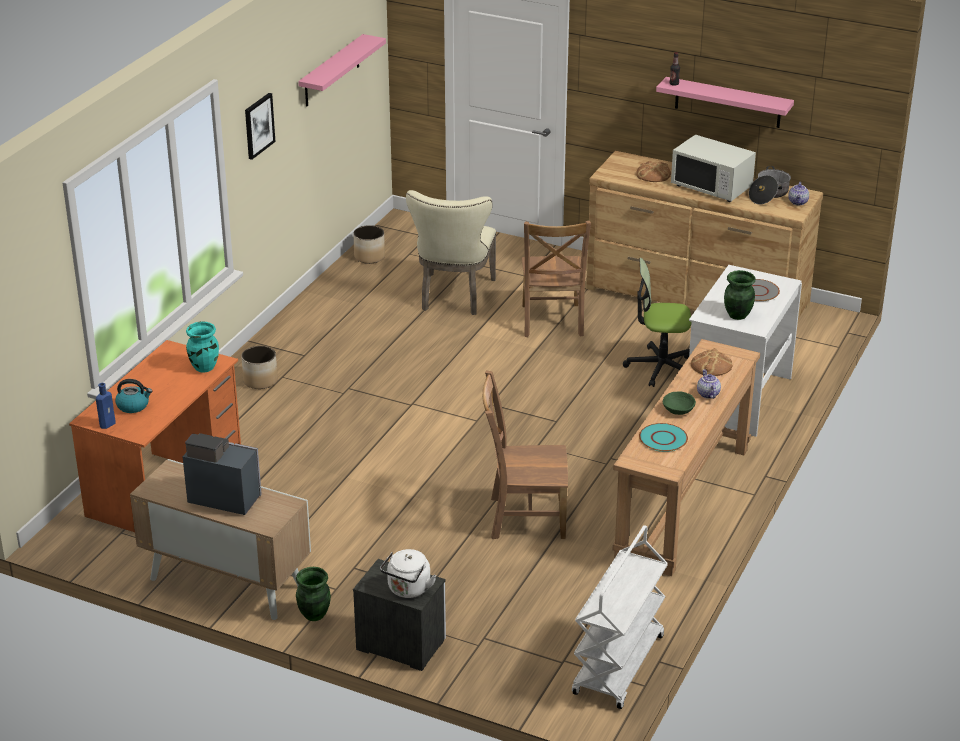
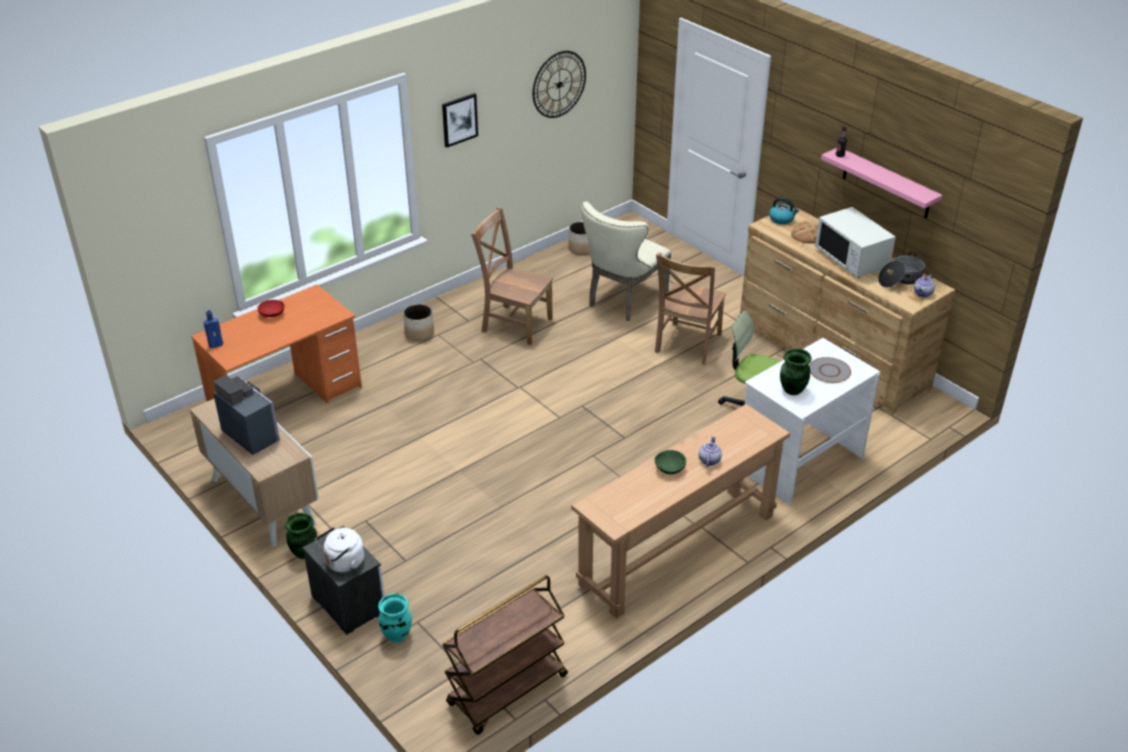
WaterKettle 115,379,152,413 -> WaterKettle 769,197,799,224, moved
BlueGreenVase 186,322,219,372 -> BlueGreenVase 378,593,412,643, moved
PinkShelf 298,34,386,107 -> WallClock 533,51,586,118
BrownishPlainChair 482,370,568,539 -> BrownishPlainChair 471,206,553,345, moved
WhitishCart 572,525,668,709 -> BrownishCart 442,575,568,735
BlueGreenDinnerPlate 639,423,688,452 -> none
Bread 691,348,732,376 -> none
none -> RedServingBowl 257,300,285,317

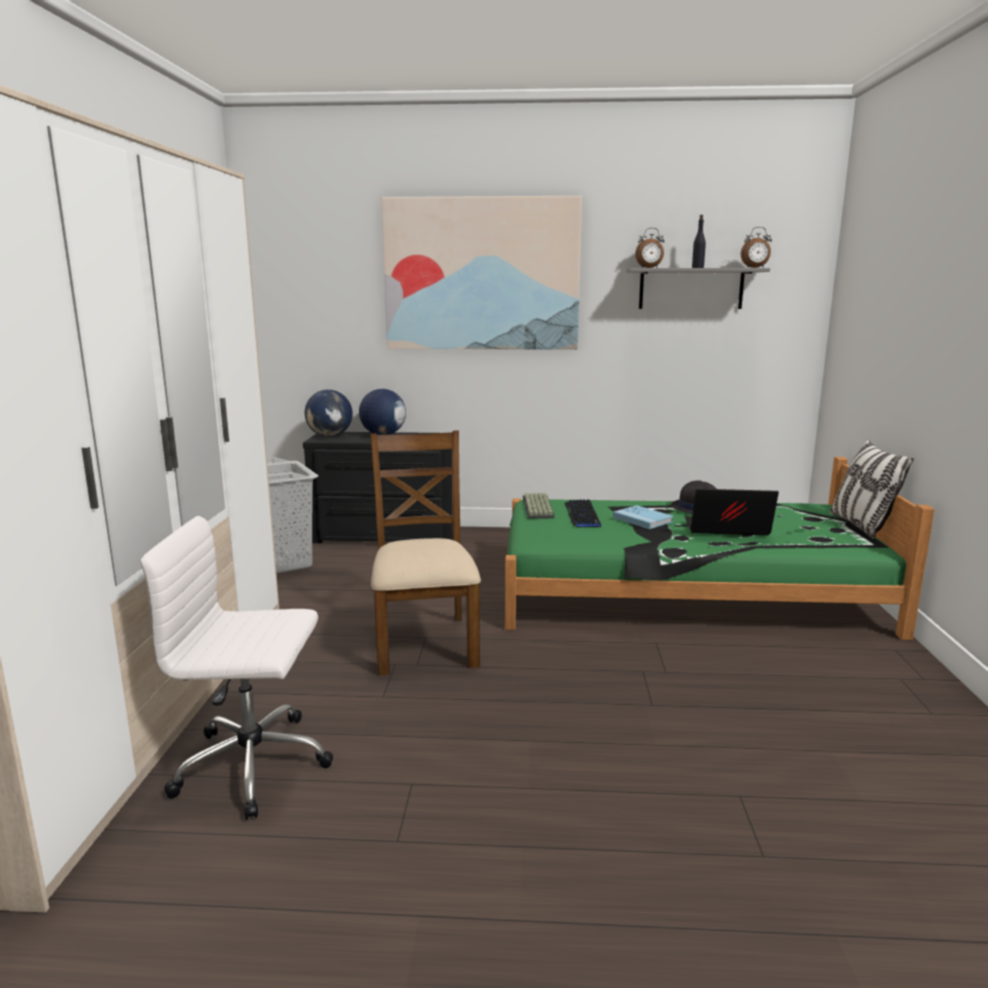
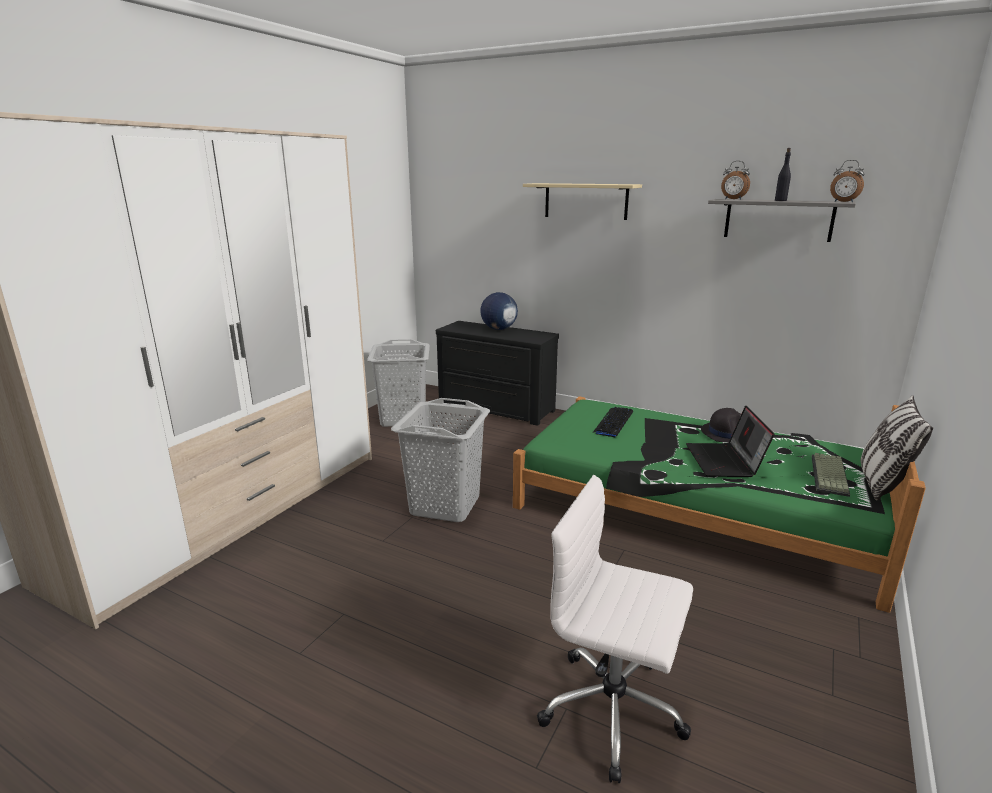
WhitishOfficeChair 141,516,333,820 -> WhitishOfficeChair 537,475,693,783, moved
DeskGlobe 305,390,353,437 -> none
BrownishPlainChair 370,430,481,676 -> GreyishLaundryBasket 391,398,490,522
WallPicture 381,196,582,350 -> BeigeShelf 523,183,642,220
Keyboard 523,493,555,519 -> Keyboard 812,453,850,497, moved
BluishVolume 613,505,674,529 -> none
Laptop 685,489,779,536 -> Laptop 686,405,775,477, 120 degrees counterclockwise

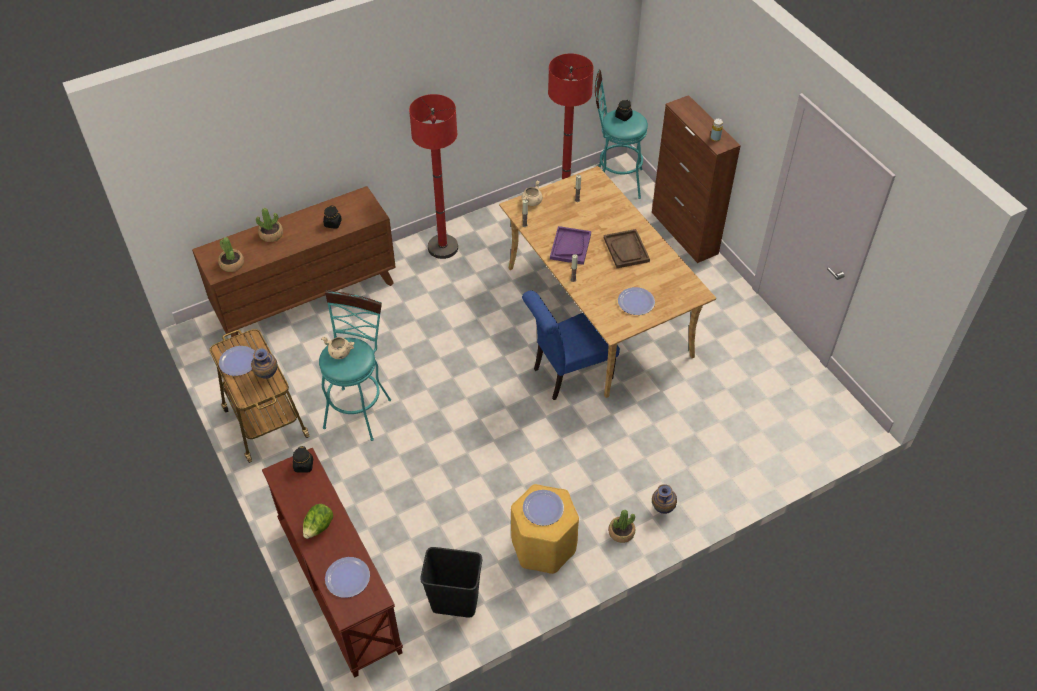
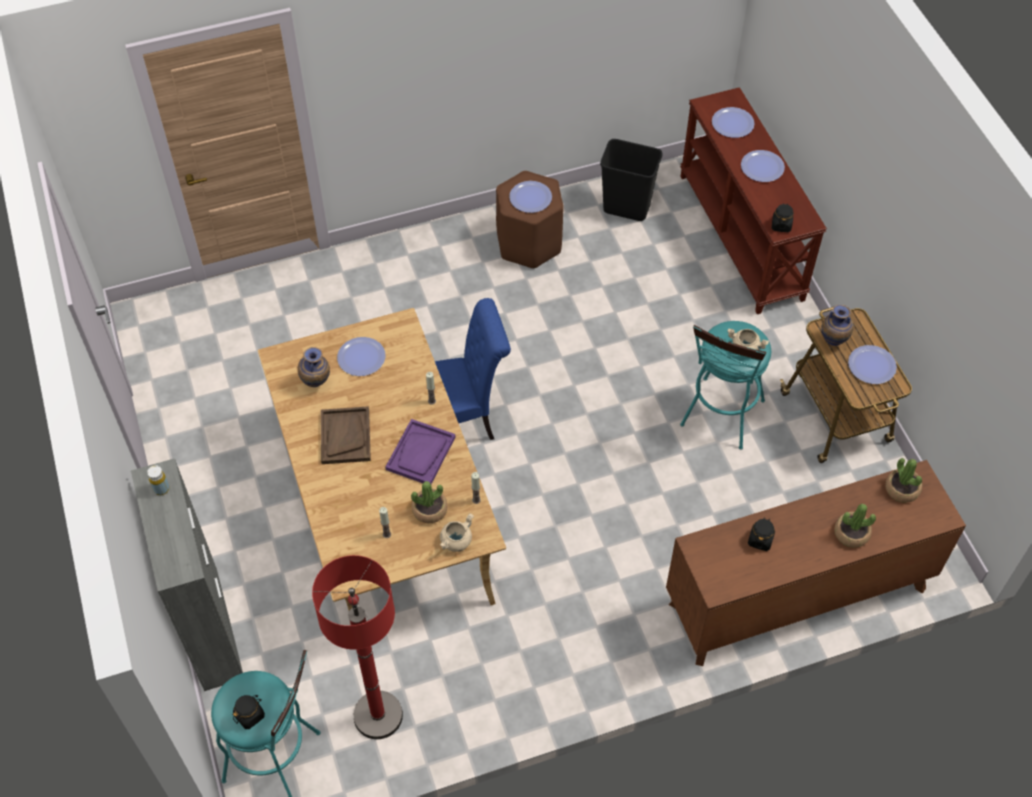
HeadOfLettuce 303,504,333,539 -> DinnerPlate 741,150,785,182
RedStandingLamp 409,94,458,259 -> none
YellowStool 511,484,579,574 -> BrownishStool 496,171,564,269
PottedPlant 608,510,635,543 -> PottedPlant 411,481,448,523, moved
BrownishStorageCabinet 652,95,741,263 -> GreyishStorageCabinet 131,458,243,691
Vase 652,484,677,514 -> Vase 298,347,330,387, moved

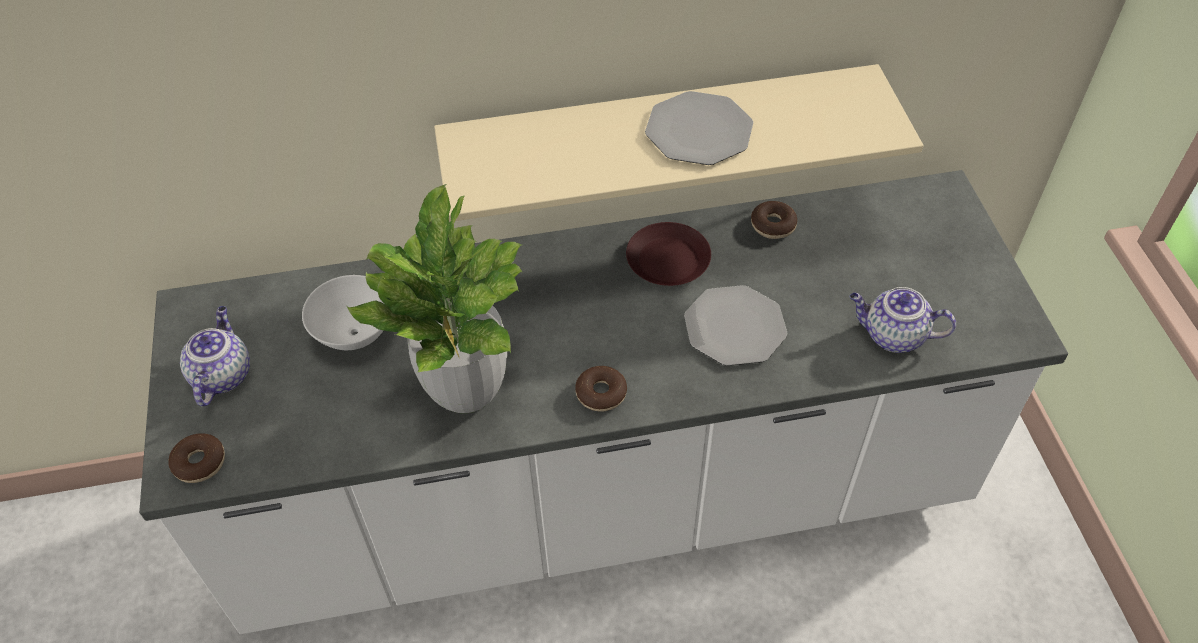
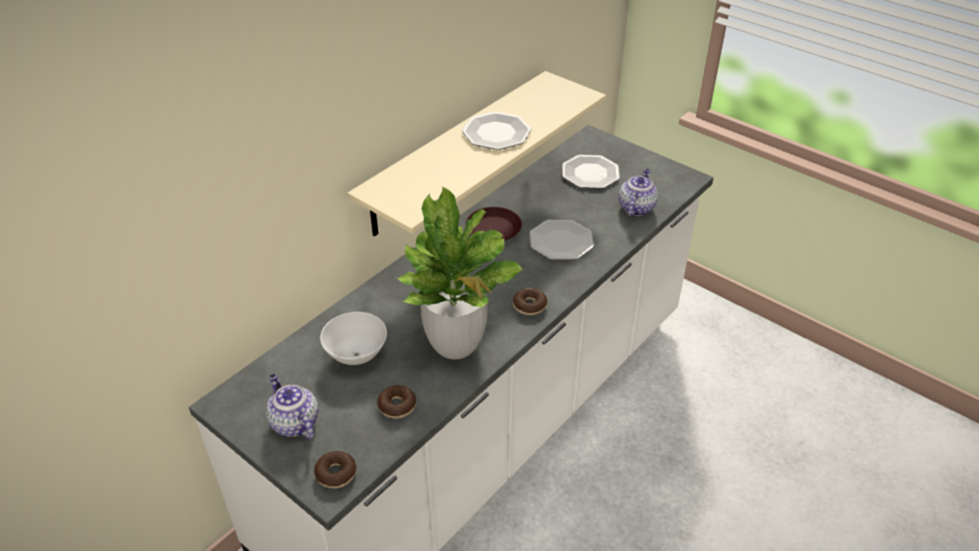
RingDoughnut 751,201,797,239 -> RingDoughnut 377,385,416,419, moved
TeaPot 850,287,956,353 -> TeaPot 619,169,658,216, 135 degrees clockwise
none -> DinnerPlate 562,155,620,189

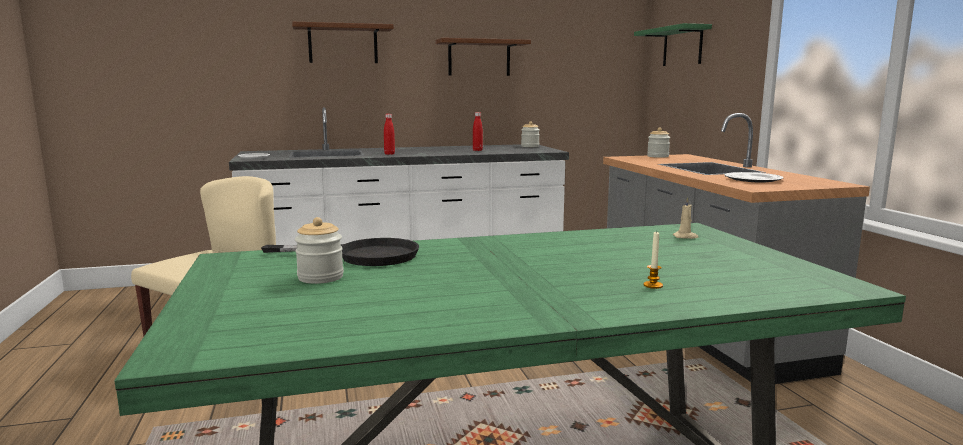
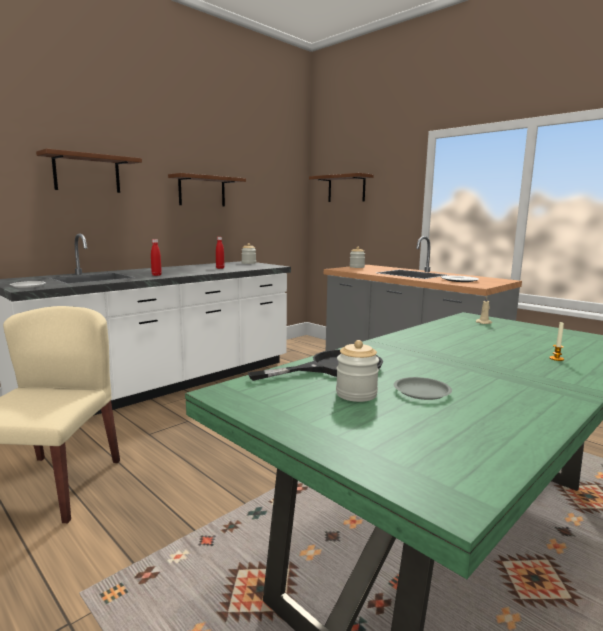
GreenishShelf 634,23,712,66 -> BrownishShelf 309,173,373,202
none -> GreyishDinnerPlate 394,377,452,400

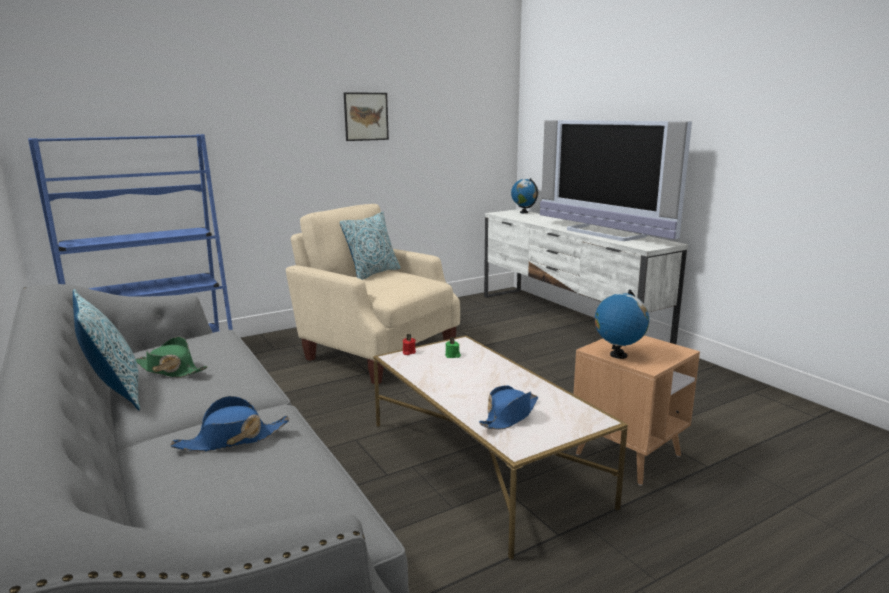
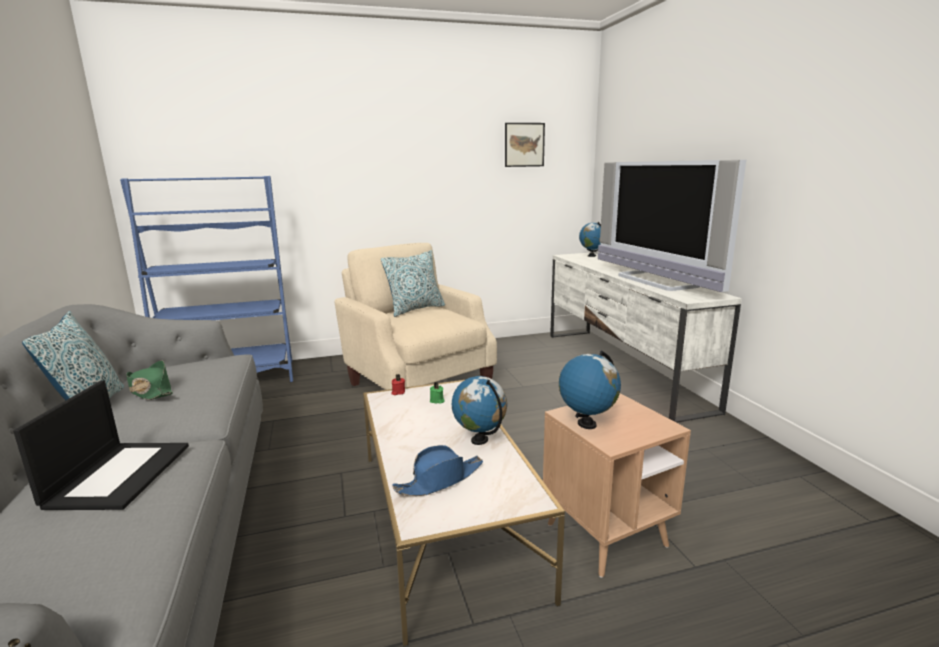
BluishHat 171,396,290,452 -> Laptop 13,380,189,510
WallPicture 344,92,389,141 -> WallPicture 505,123,545,167, moved
none -> DeskGlobe 452,376,507,445

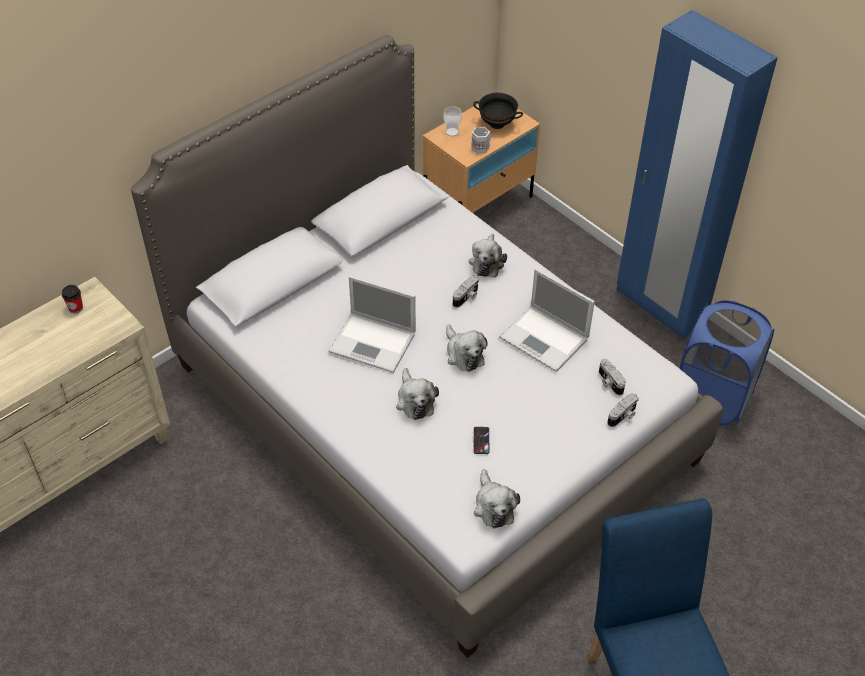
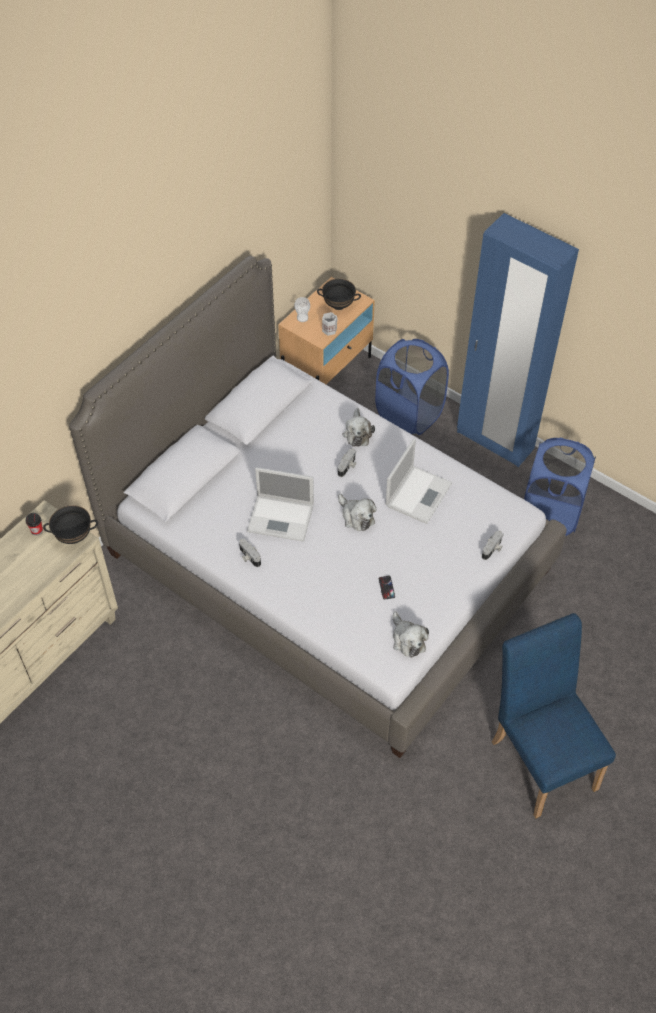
SoftToy 396,368,439,420 -> none
Laptop 499,268,595,372 -> Laptop 386,438,452,524, 90 degrees counterclockwise
StillCamera 599,359,626,395 -> StillCamera 239,538,261,567, moved
none -> BlackServingBowl 43,505,98,544
none -> BluishLaundryBasket 375,339,449,435

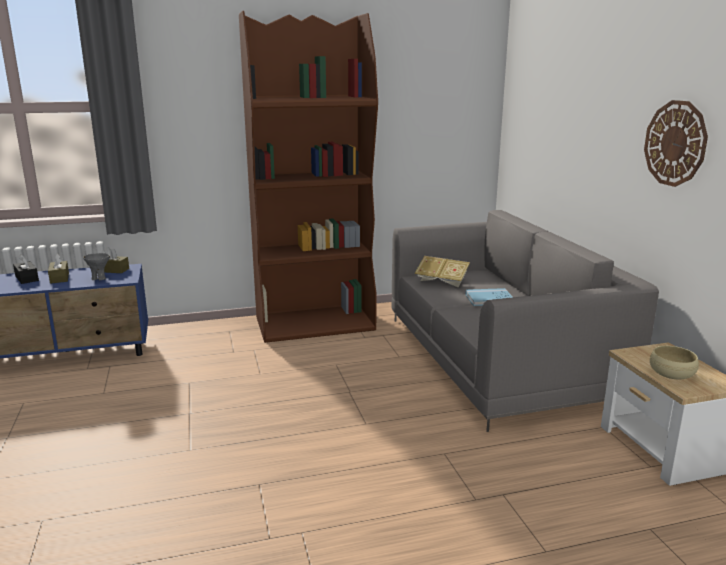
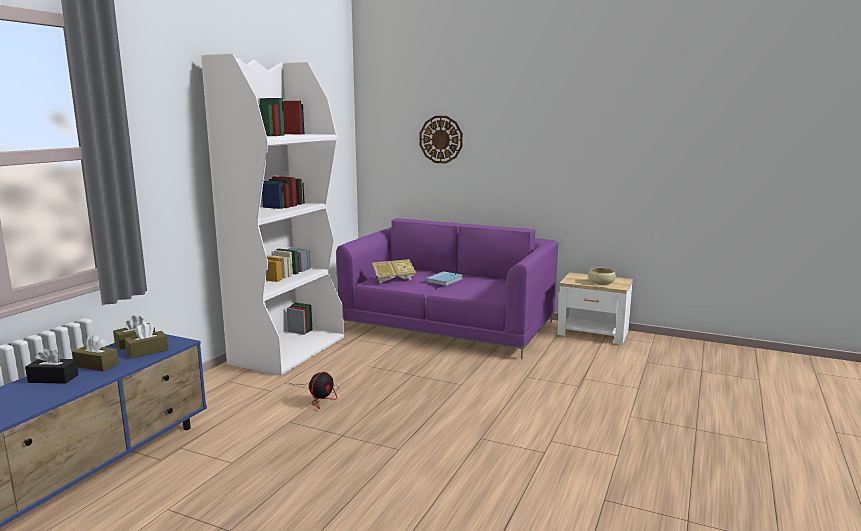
GreyishServingBowl 83,253,110,280 -> BrownishTissueHolder 125,322,168,358
BrownishBookshelf 239,11,378,343 -> WhitishBookshelf 201,53,344,376
GreyishSettee 391,210,659,432 -> PurpleSettee 336,218,558,359
WallClock 644,100,708,187 -> WallClock 420,116,463,163, moved
none -> CoolingFan 290,372,338,409

